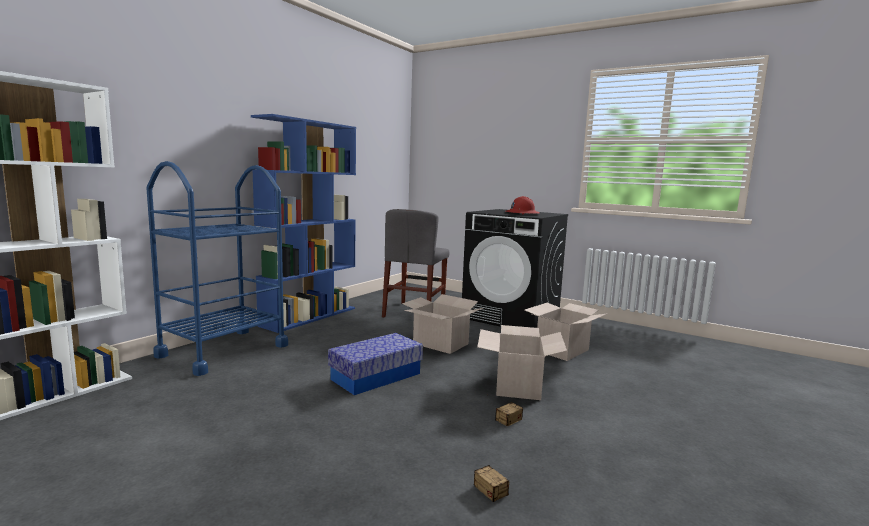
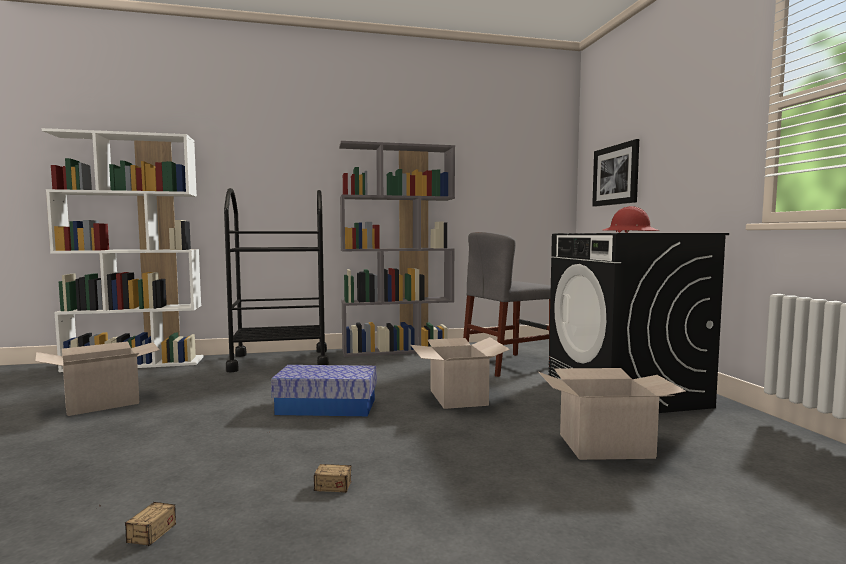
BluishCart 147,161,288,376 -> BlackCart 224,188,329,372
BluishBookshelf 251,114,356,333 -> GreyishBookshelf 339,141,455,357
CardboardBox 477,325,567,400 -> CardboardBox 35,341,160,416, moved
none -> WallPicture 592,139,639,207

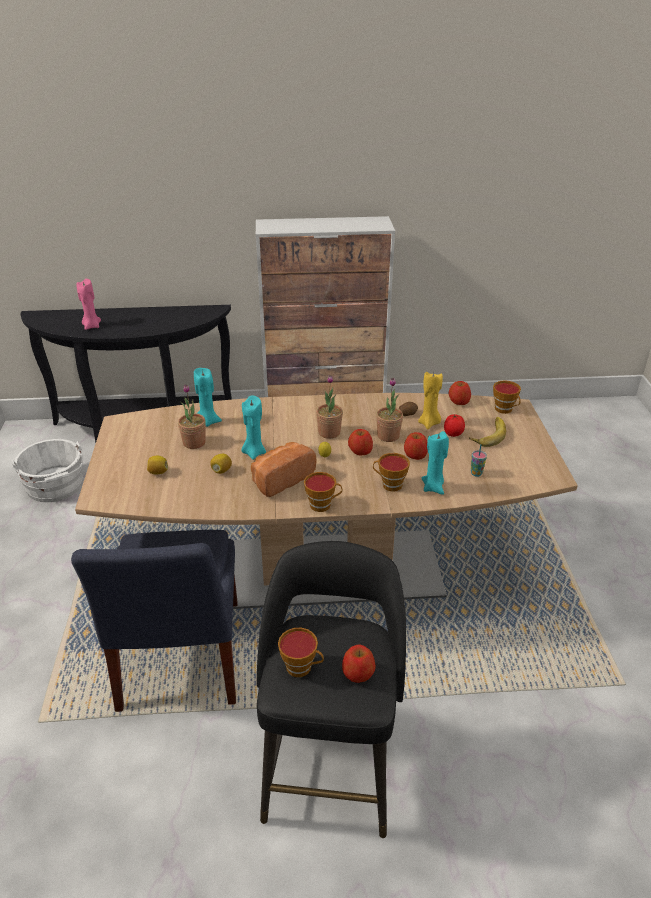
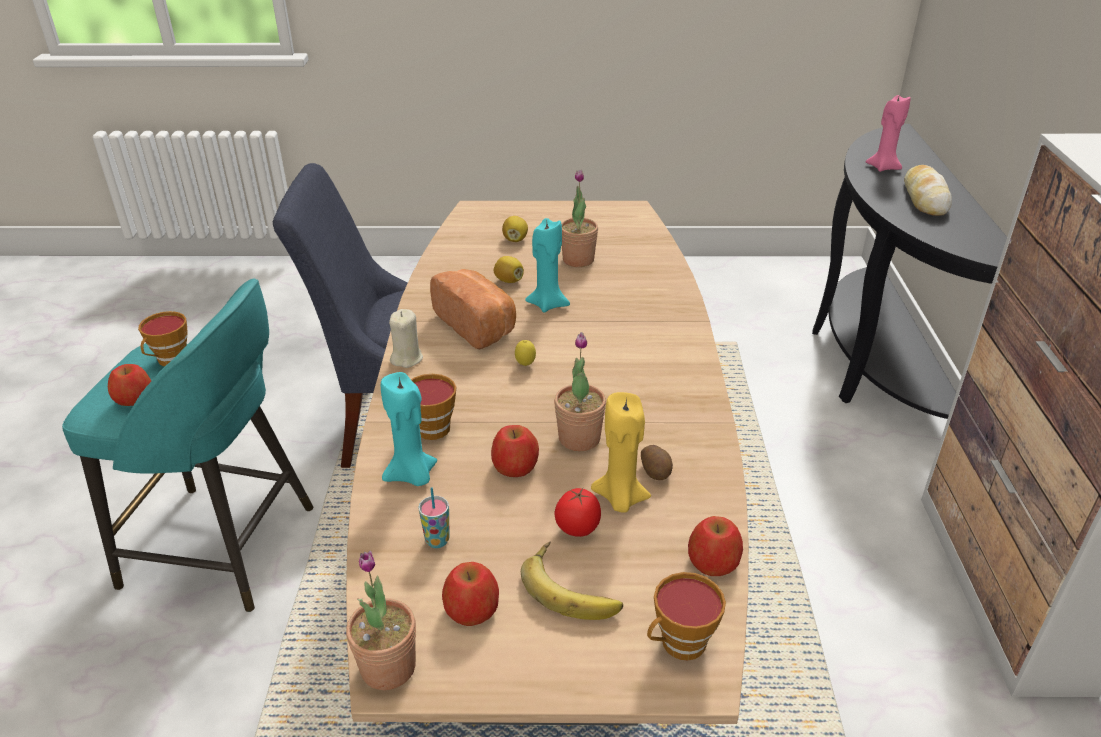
WhitishWaterBucket 12,439,83,502 -> none
BlueGreenCandle 194,368,222,427 -> none
BlackStool 257,541,406,838 -> BlueGreenStool 62,278,313,612
DrinkingCup 304,472,342,512 -> BeigeCandle 389,309,423,368
PottedPlant 316,375,343,439 -> PottedPlant 346,551,416,690, moved
WholeApple 348,429,373,455 -> WholeApple 442,562,499,626, moved
none -> Bread 904,165,952,216

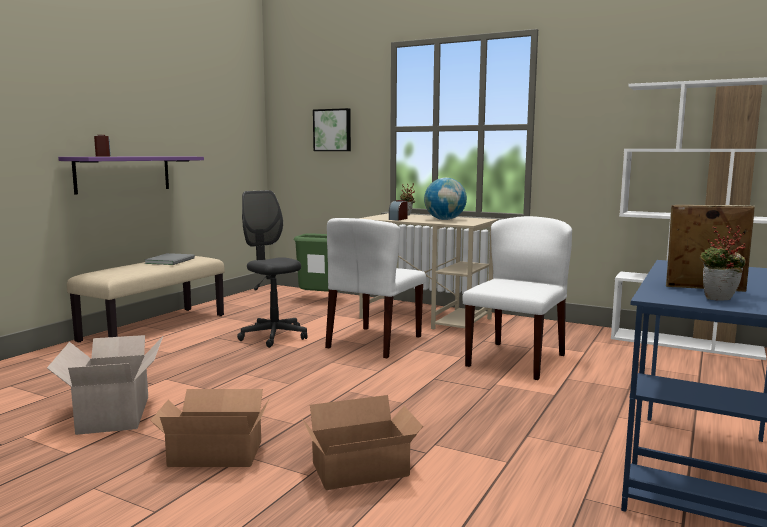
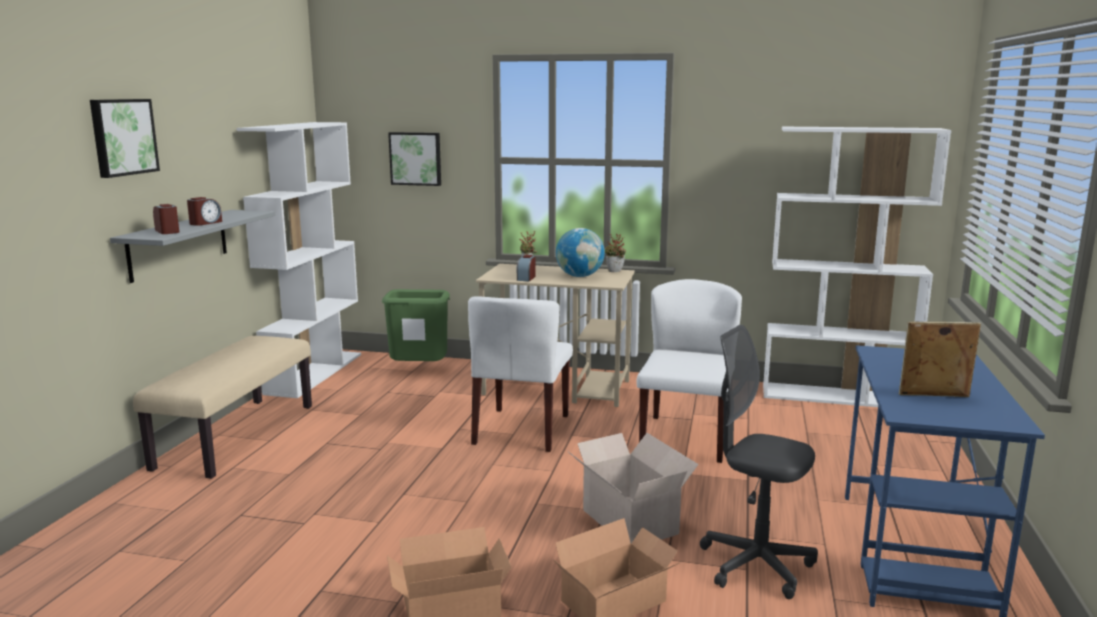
CardboardBox 47,335,163,435 -> CardboardBox 567,433,699,543, moved
PurpleShelf 58,156,204,195 -> GreyishShelf 110,210,275,283
GreyishVolume 145,253,195,265 -> none
GreyishOfficeChair 237,190,308,348 -> GreyishOfficeChair 700,325,818,599, moved
PottedPlant 700,225,746,300 -> PottedPlant 605,234,626,272, moved
none -> WallPicture 90,99,160,178
none -> BedsideClock 187,197,222,226
none -> WhitishBookshelf 237,122,361,398

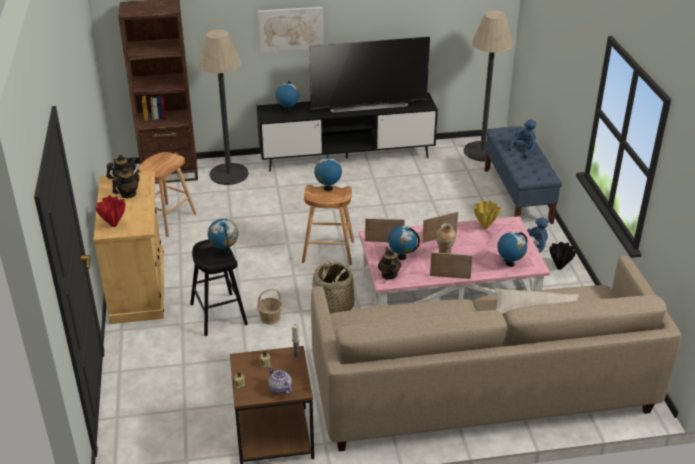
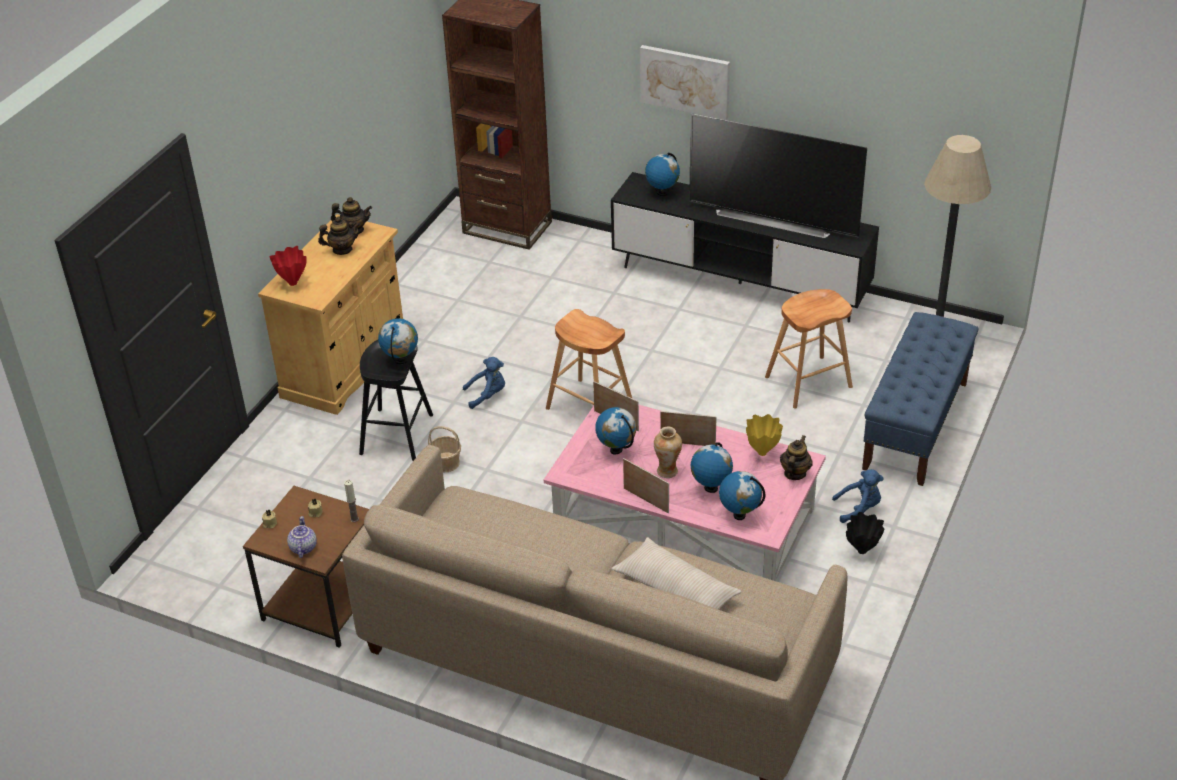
BrownishStool 139,152,197,237 -> BrownishStool 765,289,853,408, moved
StandingLamp 198,29,248,185 -> none
Basket 313,261,355,314 -> none
DeskGlobe 314,155,342,191 -> DeskGlobe 690,442,733,493, moved
TeaPot 378,247,401,280 -> TeaPot 780,435,813,480, moved
BluishSoftToy 508,119,536,158 -> BluishSoftToy 463,357,505,409, moved

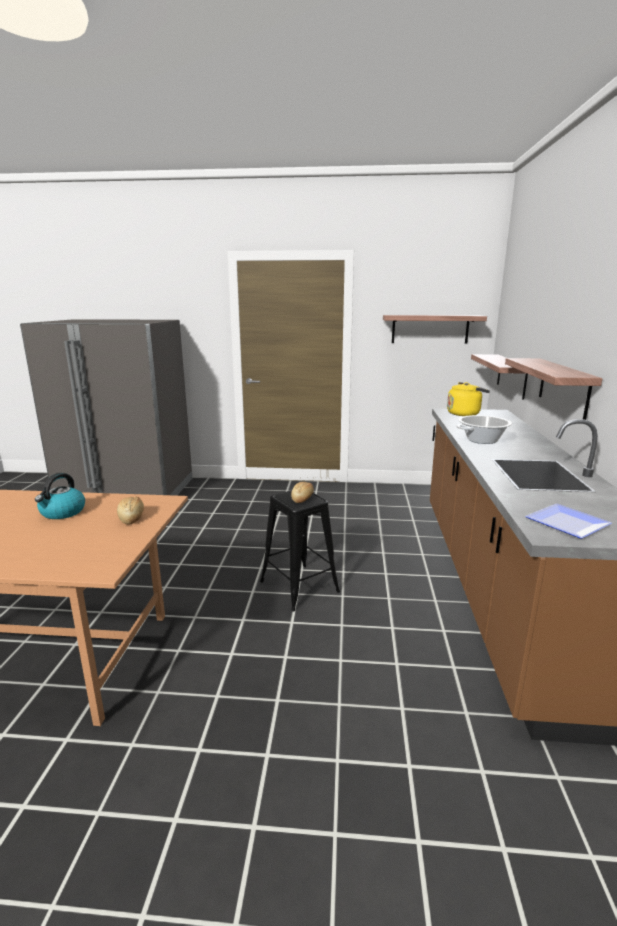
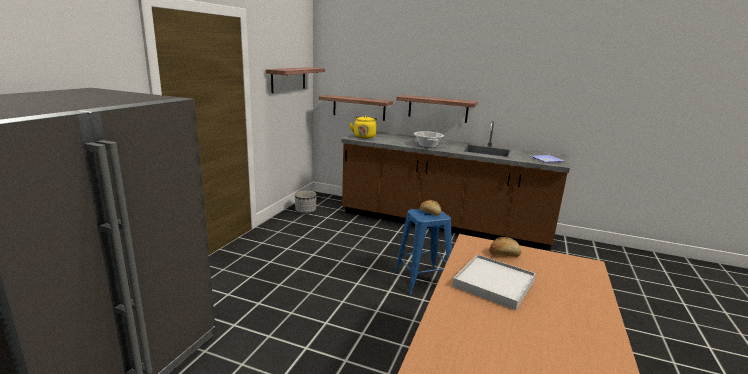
WaterKettle 35,473,85,519 -> WhitishCarryingTray 452,254,536,310
BlackStool 260,490,340,611 -> BluishStool 394,209,452,294
none -> PlantPot 295,191,317,214

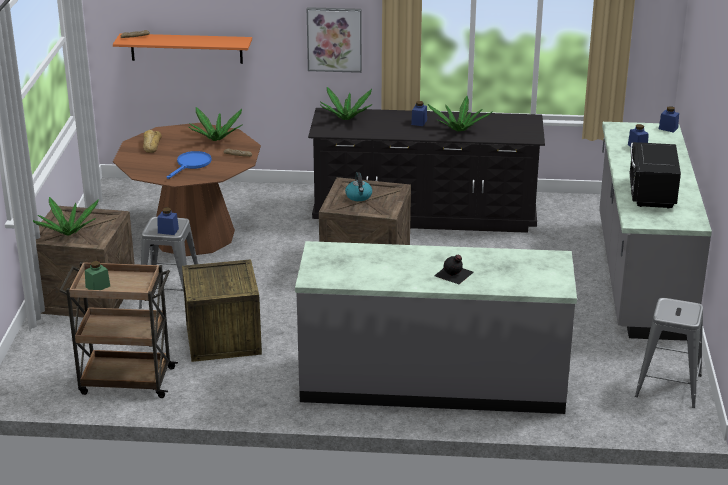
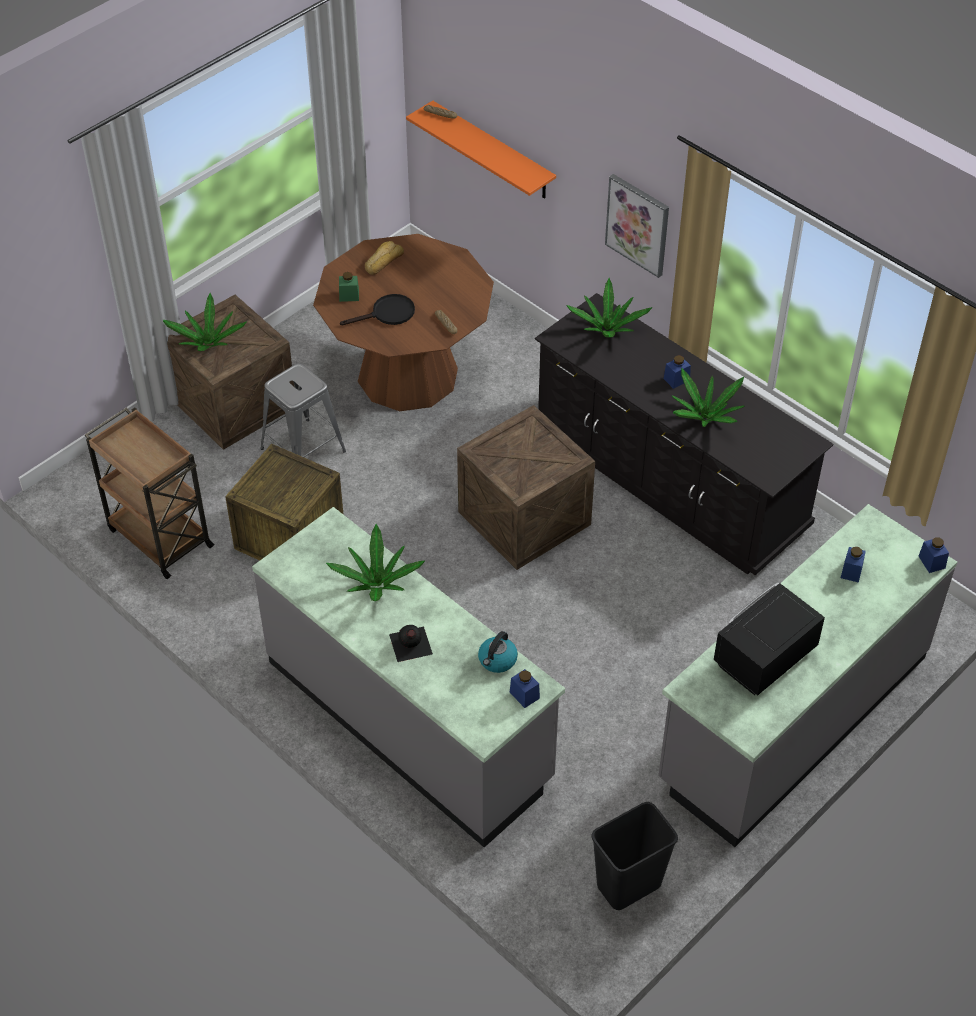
GreenishJar 85,261,110,290 -> GreenishJar 339,272,359,302, moved
BluishJar 157,208,179,235 -> BluishJar 510,669,540,708, moved
BluishSkillet 167,151,212,179 -> BlackSkillet 340,294,415,326
PottedPlant 189,107,243,141 -> PottedPlant 326,524,425,601, moved
WaterKettle 345,172,372,201 -> WaterKettle 478,631,518,673, moved
GreyishStool 635,298,703,408 -> BlackTrashCan 592,802,678,910

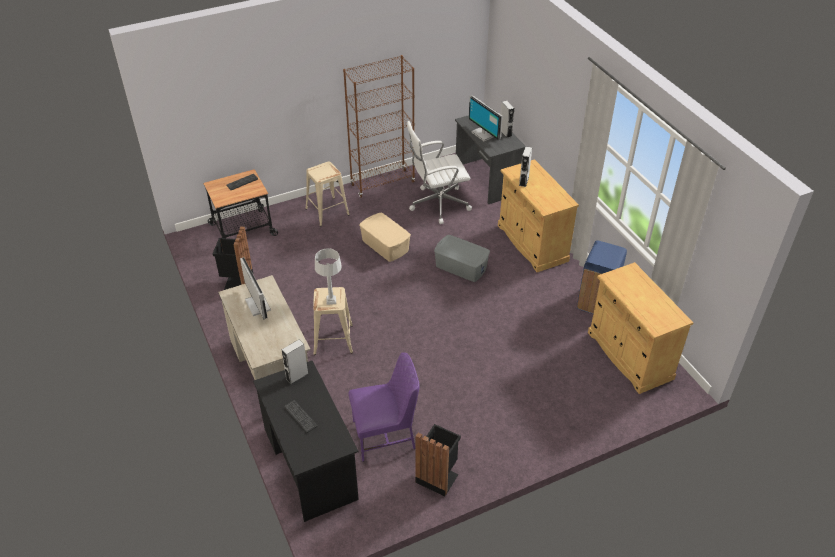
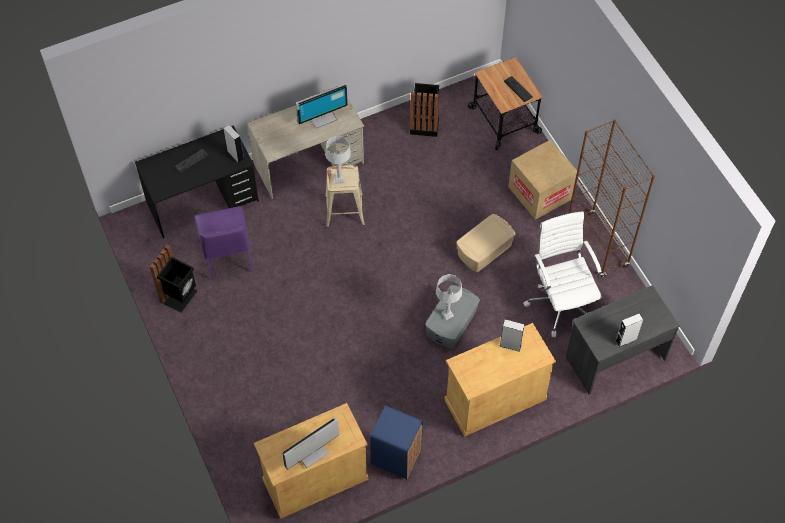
BeigeStool 305,162,350,226 -> CardboardBox 508,140,577,220
Monitor 469,95,503,141 -> Monitor 282,417,339,470, moved
none -> GreyishTabletopLamp 436,274,462,320

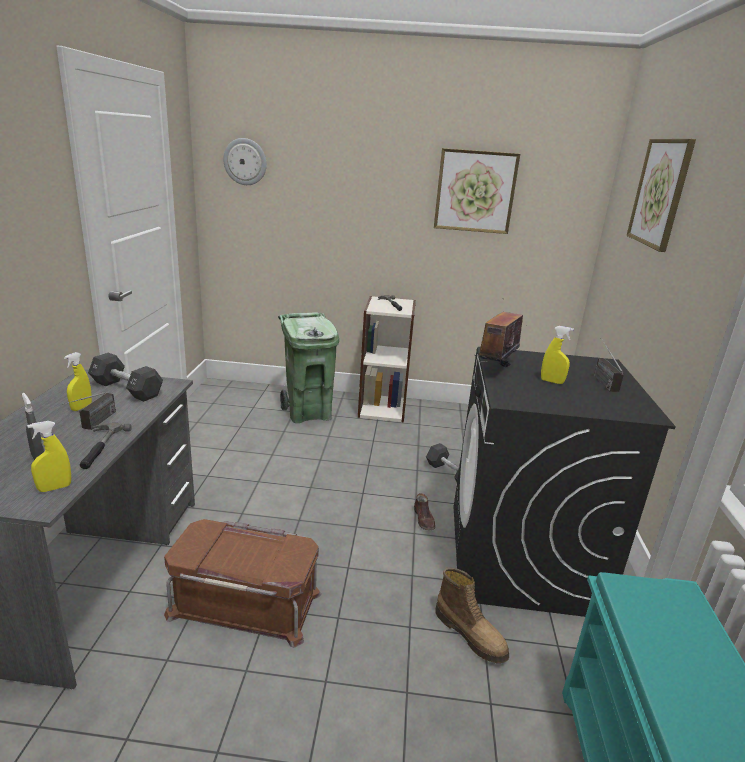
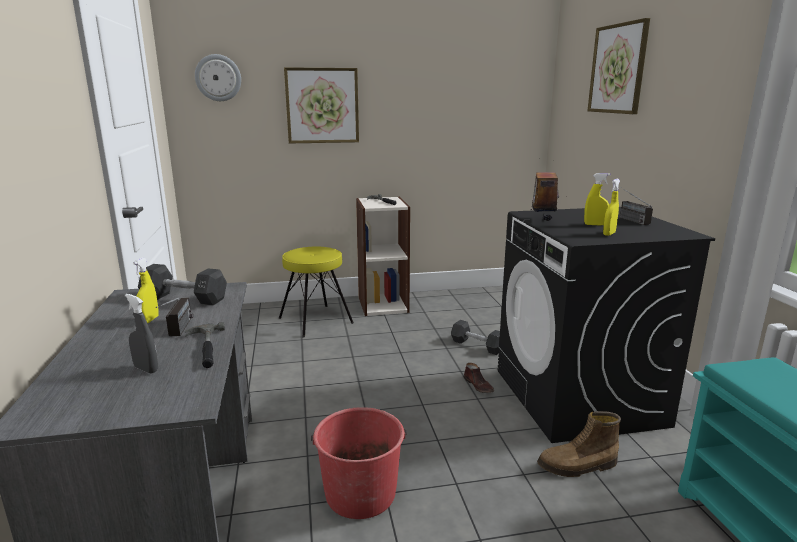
YellowSprayer 27,421,71,492 -> YellowSprayer 603,179,620,236, moved
BrownishStorageBin 164,519,321,648 -> RedWaterBucket 311,407,407,519
GreenishTrashCan 278,312,339,423 -> YellowStool 279,247,354,337
WallPicture 434,148,520,234 -> WallPicture 284,67,359,143, moved
HighTopBoot 436,567,509,663 -> HighTopBoot 537,411,621,477, 135 degrees clockwise

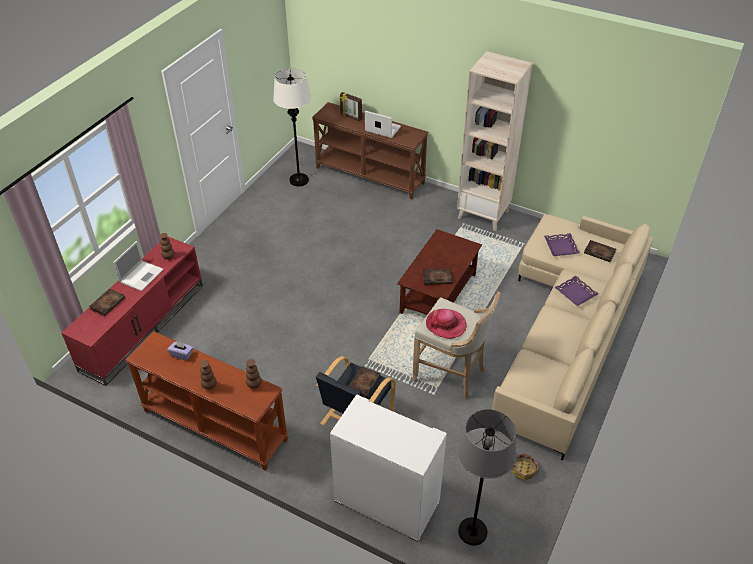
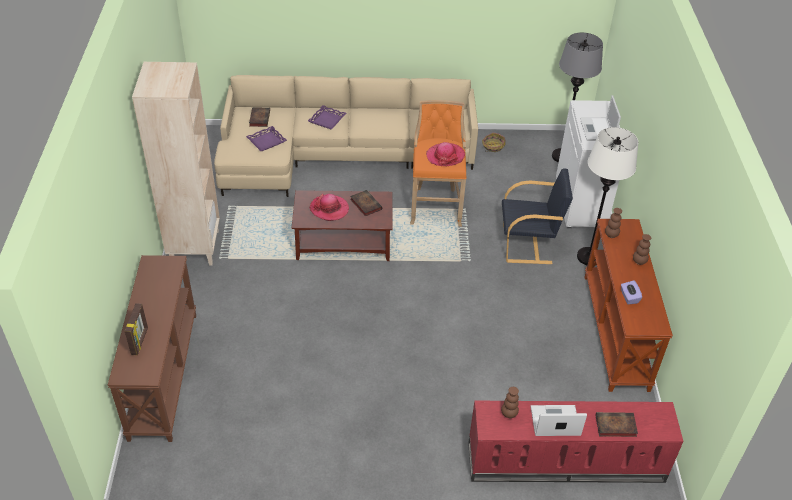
WhitishStandingLamp 273,68,311,186 -> WhitishStandingLamp 577,127,638,265, moved
Volume 349,366,380,398 -> none
Laptop 365,111,401,138 -> Laptop 580,95,621,141, moved
BeigeStool 412,291,500,399 -> OrangeStool 410,100,466,226
none -> Hat 310,194,349,221

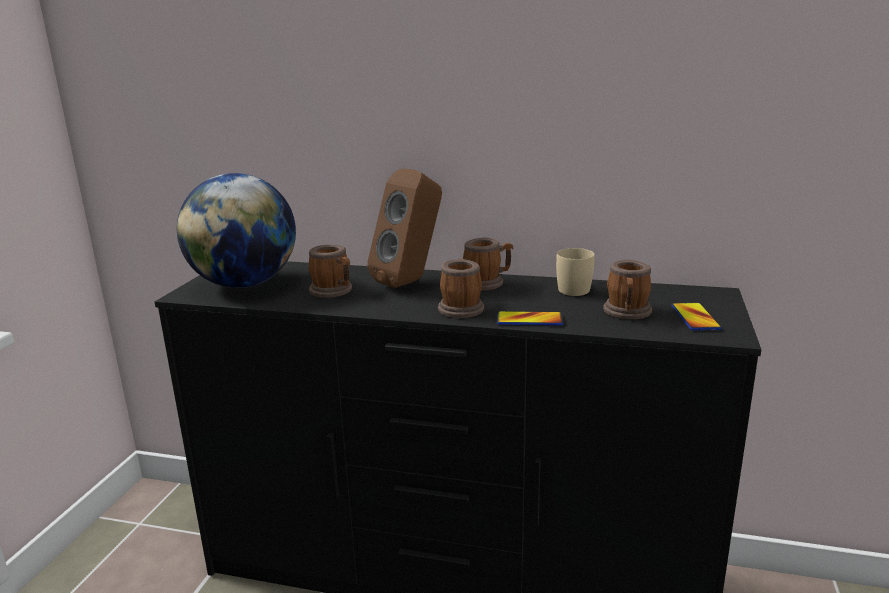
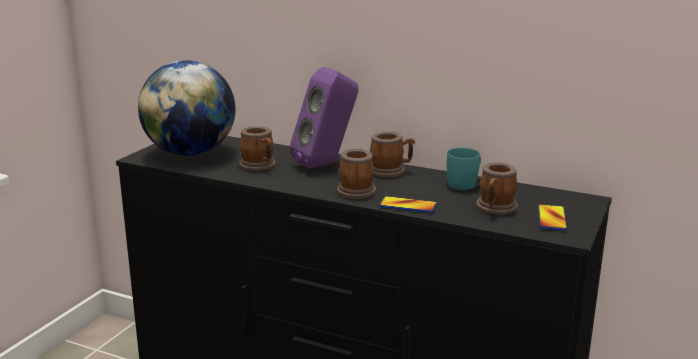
BrownishLoudspeaker 367,169,442,288 -> PurpleLoudspeaker 290,67,359,168
BeigeTeaMug 556,248,595,296 -> BlueGreenTeaMug 447,148,481,190

